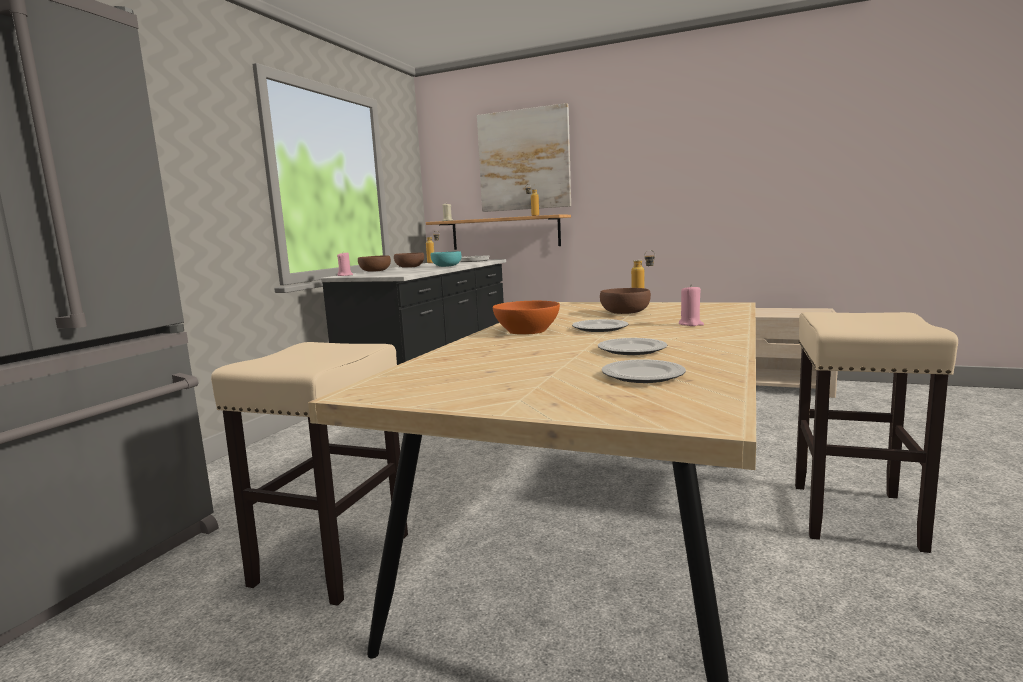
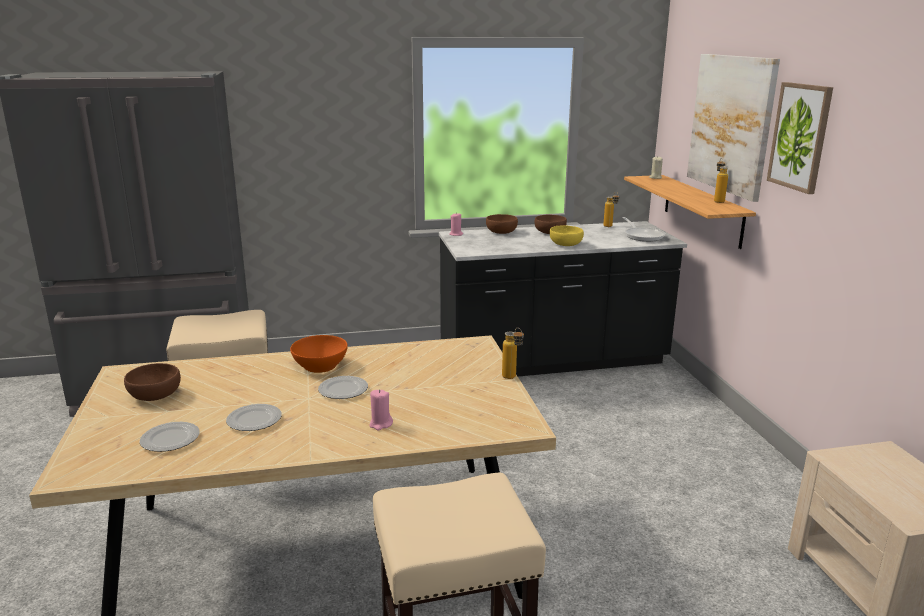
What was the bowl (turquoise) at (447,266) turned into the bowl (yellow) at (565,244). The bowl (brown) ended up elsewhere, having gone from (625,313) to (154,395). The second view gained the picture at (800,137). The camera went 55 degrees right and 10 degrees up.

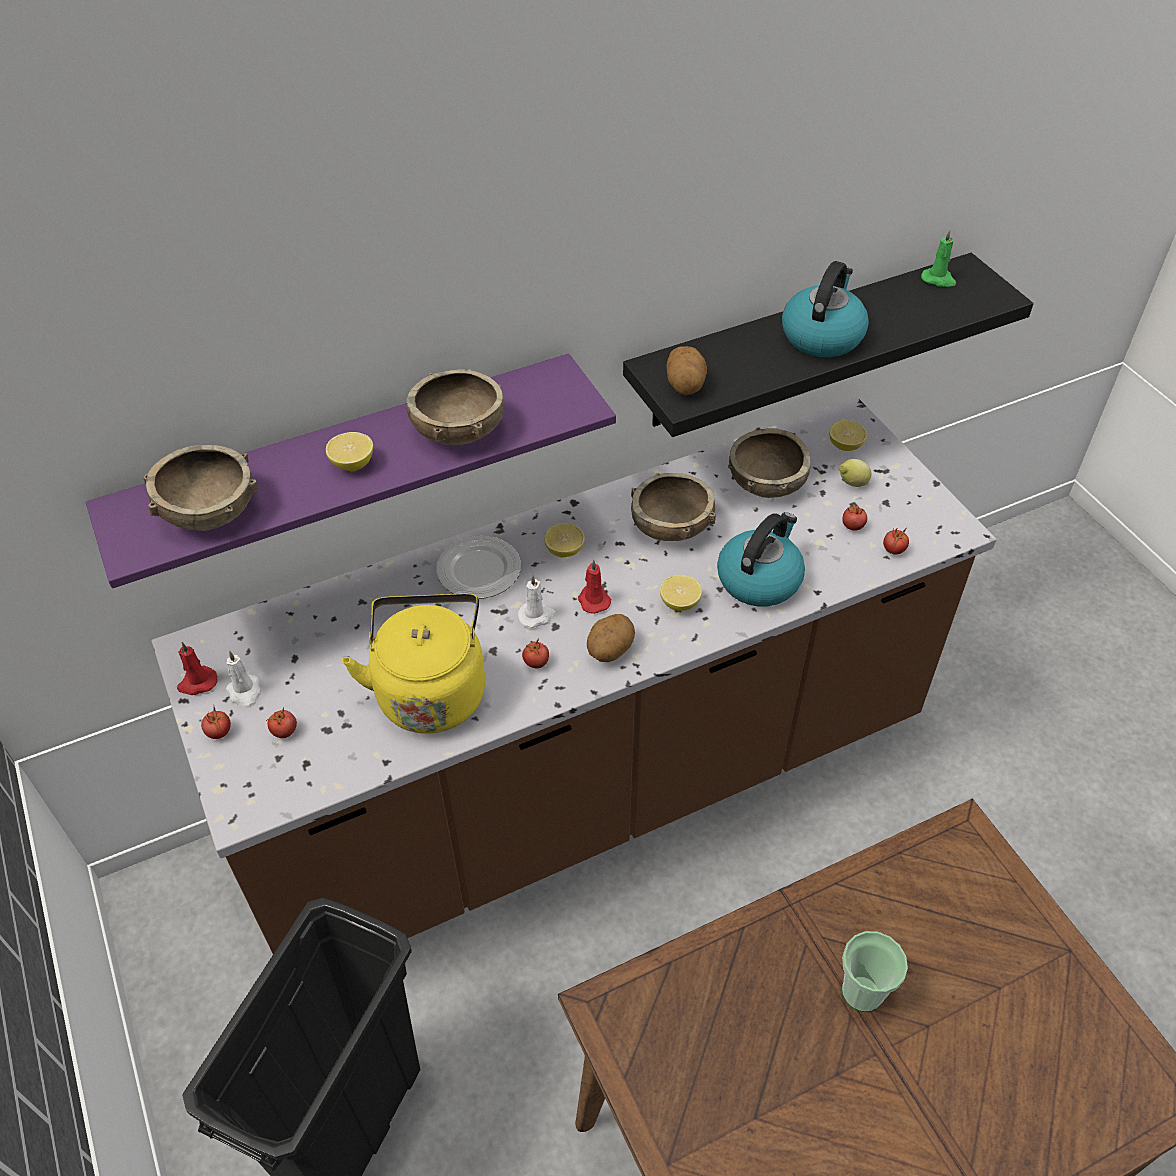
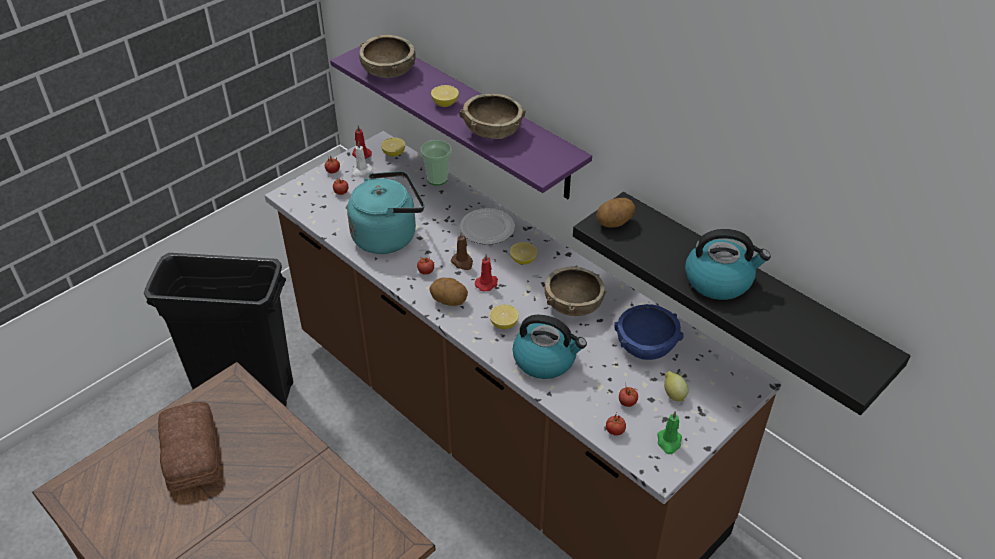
What was the kettle (yellow) at (431,690) turned into the kettle (turquoise) at (388,236). What was the candle (white) at (537,616) turned into the candle (brown) at (462,262). What was the bowl (brown) at (766,481) turned into the bowl (blue) at (646,345). The lemon ended up elsewhere, having gone from (845,445) to (394,154). The cup ended up elsewhere, having gone from (862,992) to (437,179). The candle (green) ended up elsewhere, having gone from (939,279) to (669,442). The second view gained the bread at (189,454). The camera went 70 degrees right and 5 degrees down.

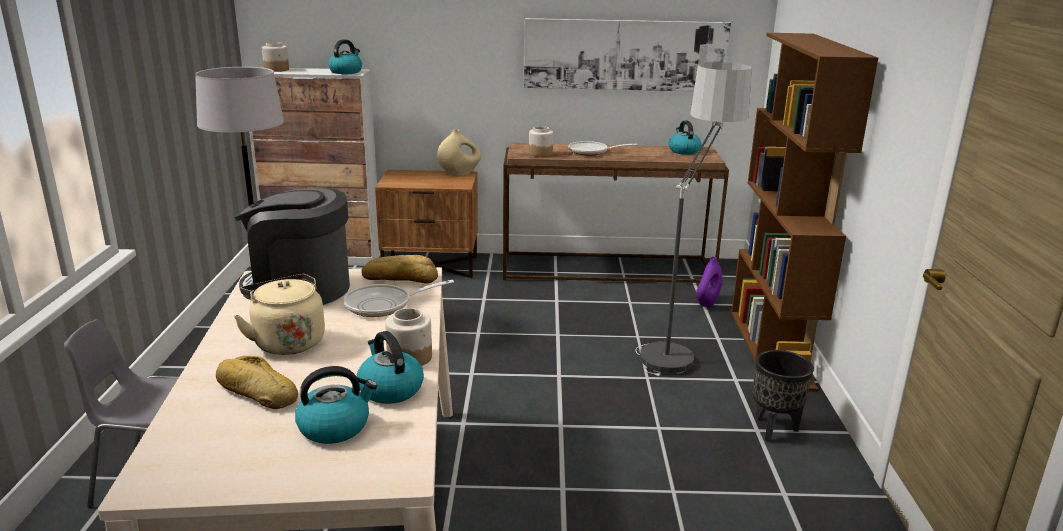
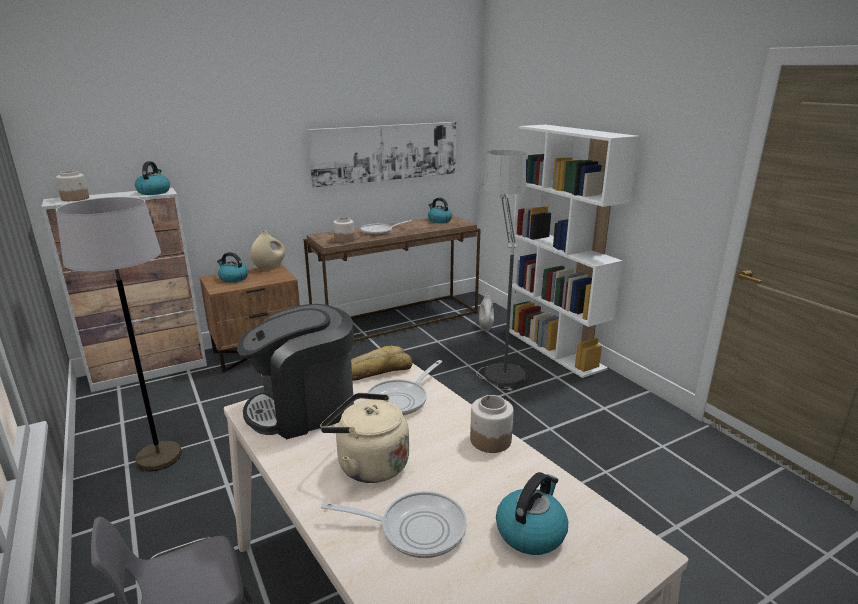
Where the bread stood at (256,392), the frying pan came to stand at (415,528). The kettle ended up elsewhere, having gone from (390,389) to (233,278). What was the vase (purple) at (707,303) turned into the vase (white) at (485,327). What was the bookcase (brown) at (771,349) turned into the bookcase (white) at (554,349). The second view lost the planter (black) at (774,429). The camera went 30 degrees left and 0 degrees up.

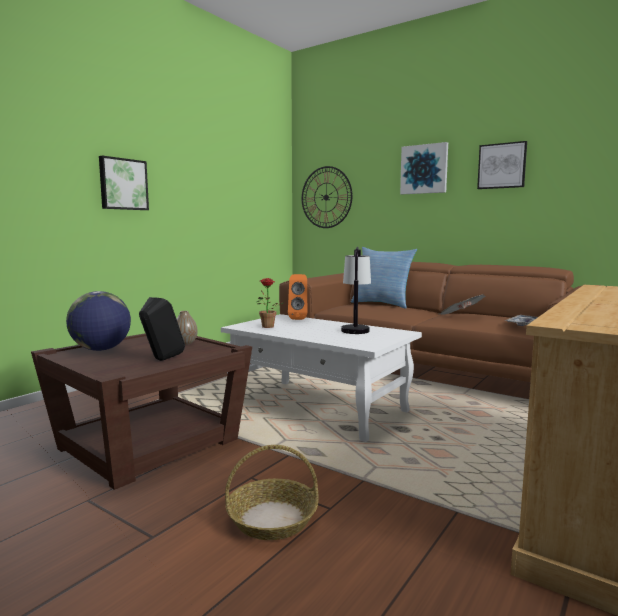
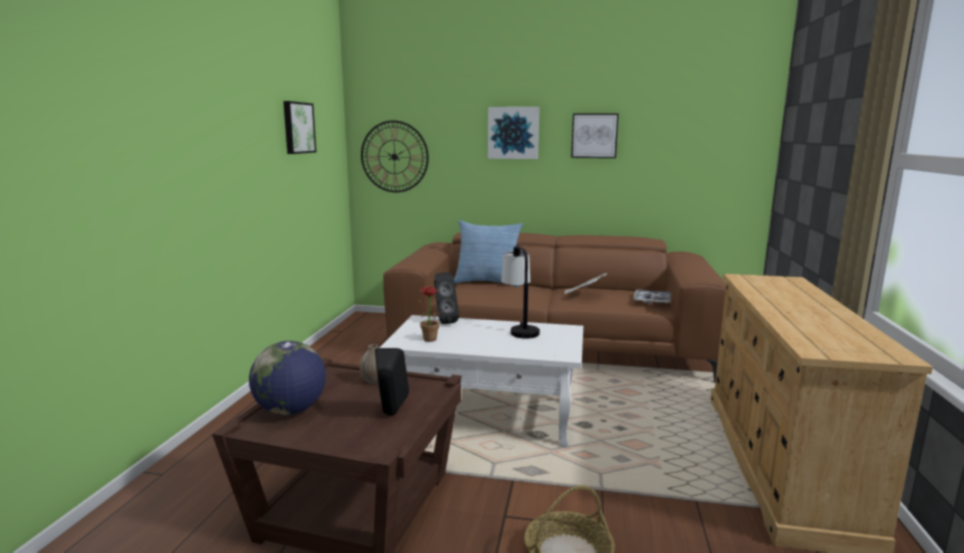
The picture ended up elsewhere, having gone from (123,184) to (297,128). What was the speaker (orange) at (298,319) turned into the speaker (black) at (444,321). The camera went 25 degrees left and 5 degrees up.

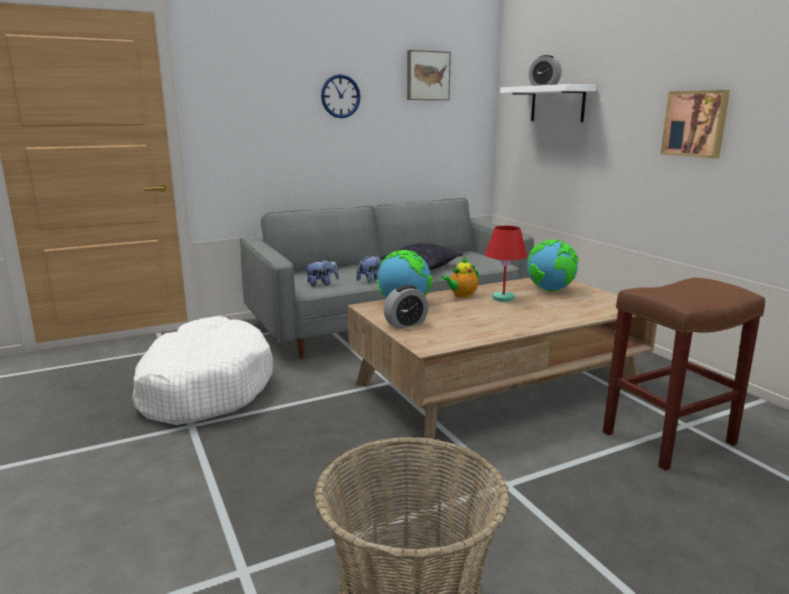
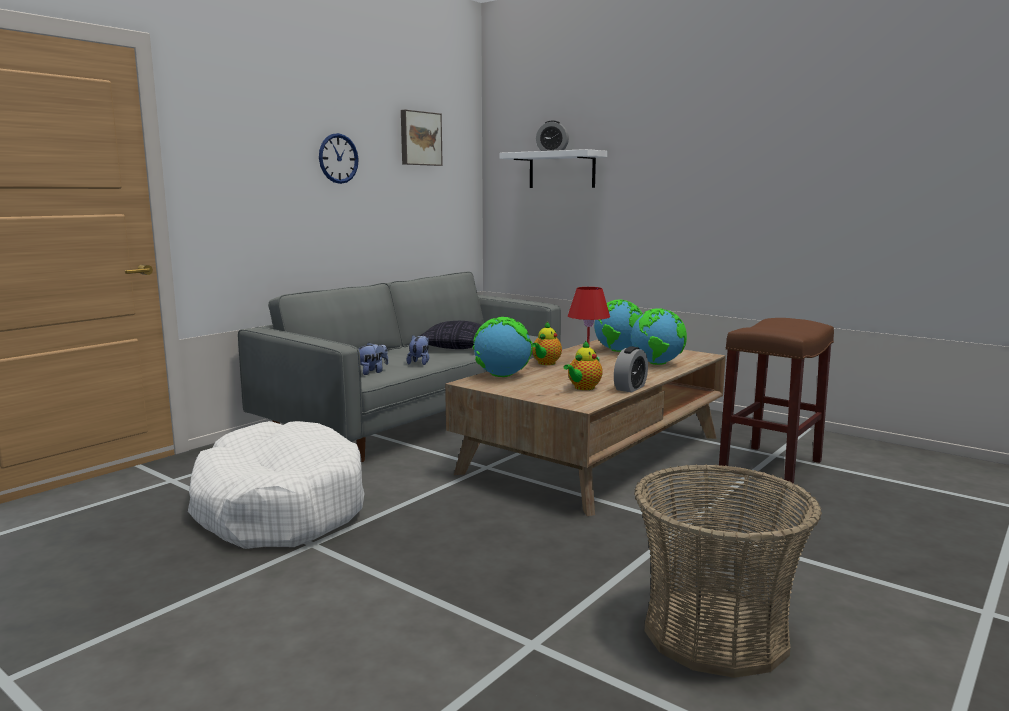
The alarm clock ended up elsewhere, having gone from (406,324) to (630,388). The second view lost the picture at (695,123). The second view gained the teapot at (583,388). The second view gained the globe at (657,364). The camera went 25 degrees left and 5 degrees down.

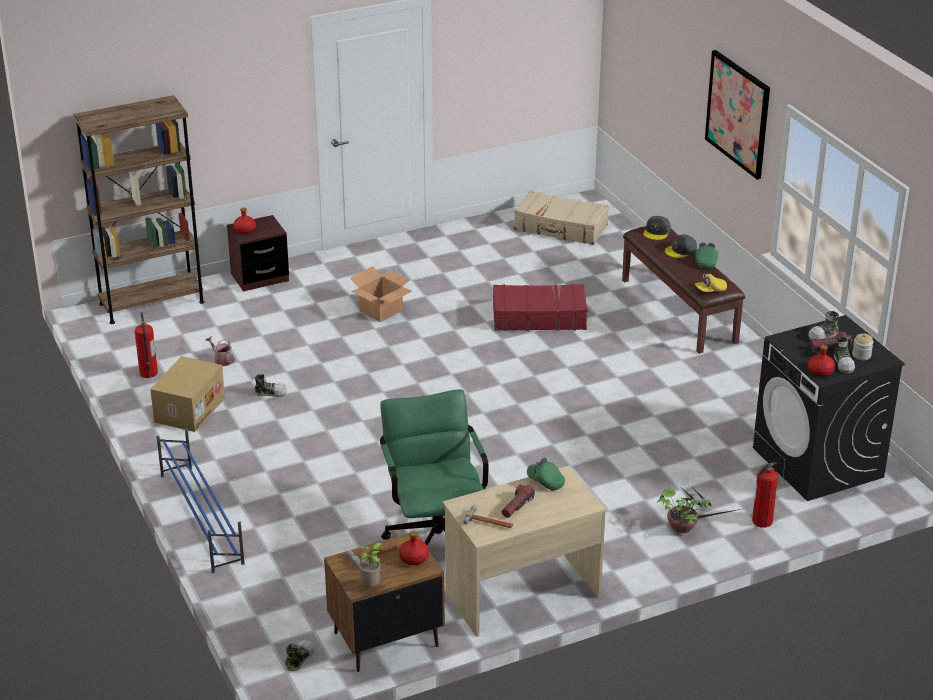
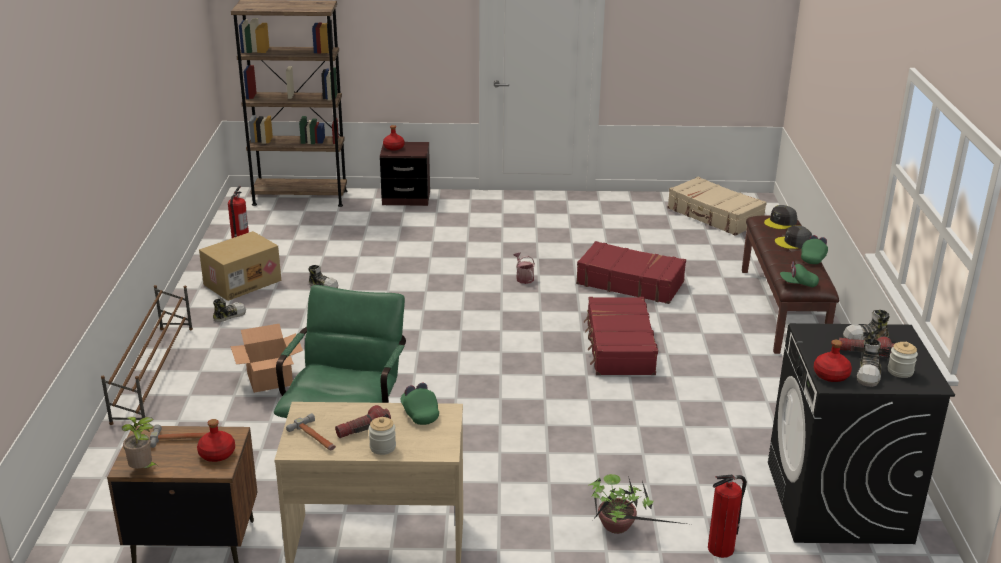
What was the shoe rack (blue) at (201,518) turned into the shoe rack (brown) at (154,373). The watering can ended up elsewhere, having gone from (221,360) to (523,278). The shoe ended up elsewhere, having gone from (298,658) to (229,315). The cardboard box ended up elsewhere, having gone from (381,310) to (270,379). What was the cap (yellow) at (710,290) turned into the cap (green) at (798,284). The second view lost the picture at (738,113). The second view gained the jar at (382,447). The second view gained the suitcase (red) at (619,347). The camera went 25 degrees right and 5 degrees down.

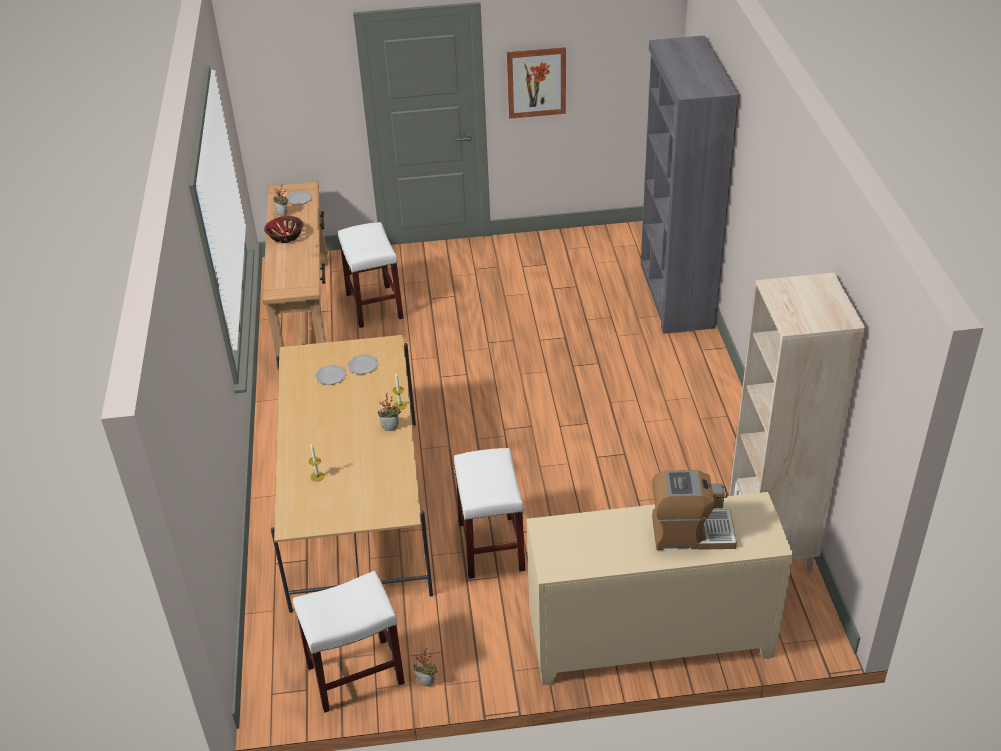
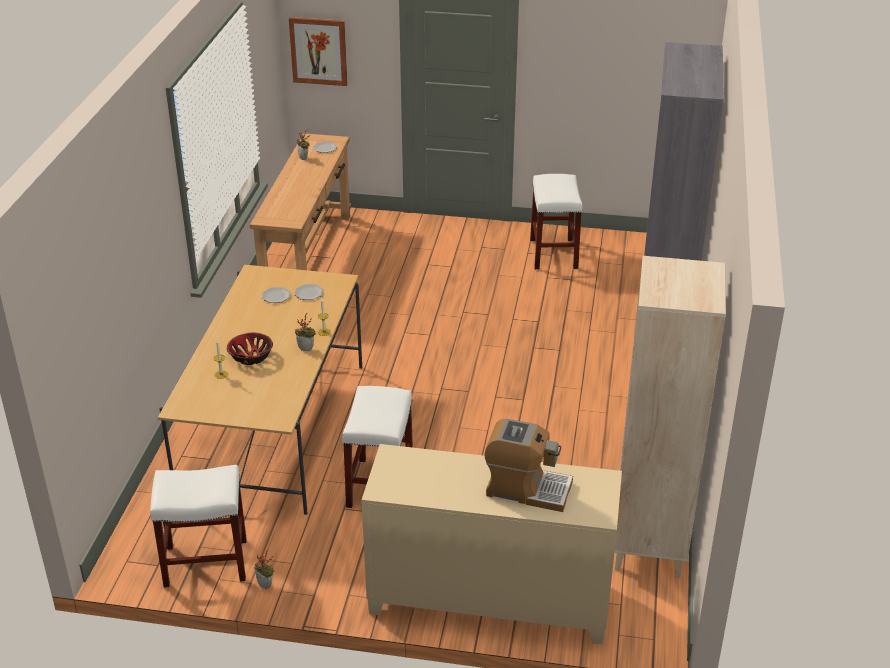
The bowl ended up elsewhere, having gone from (285,236) to (250,357). The stool (white) ended up elsewhere, having gone from (375,307) to (554,254). The picture ended up elsewhere, having gone from (536,82) to (318,51). The camera went 15 degrees right and 5 degrees down.

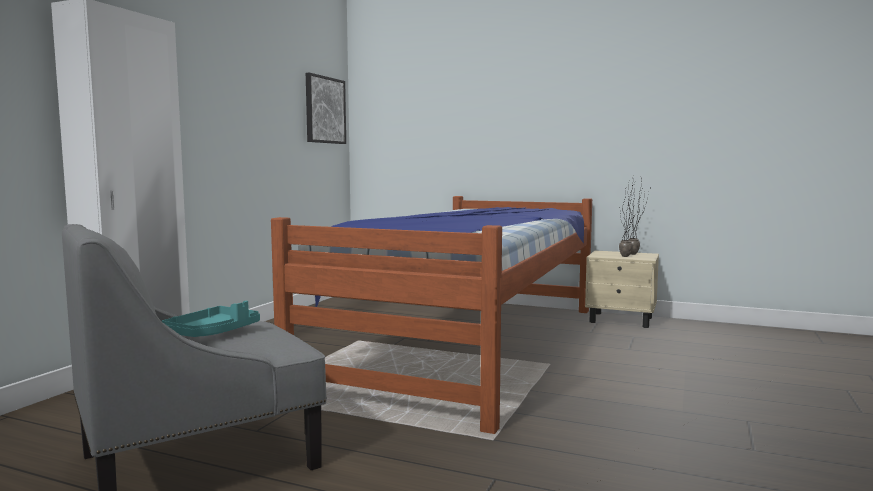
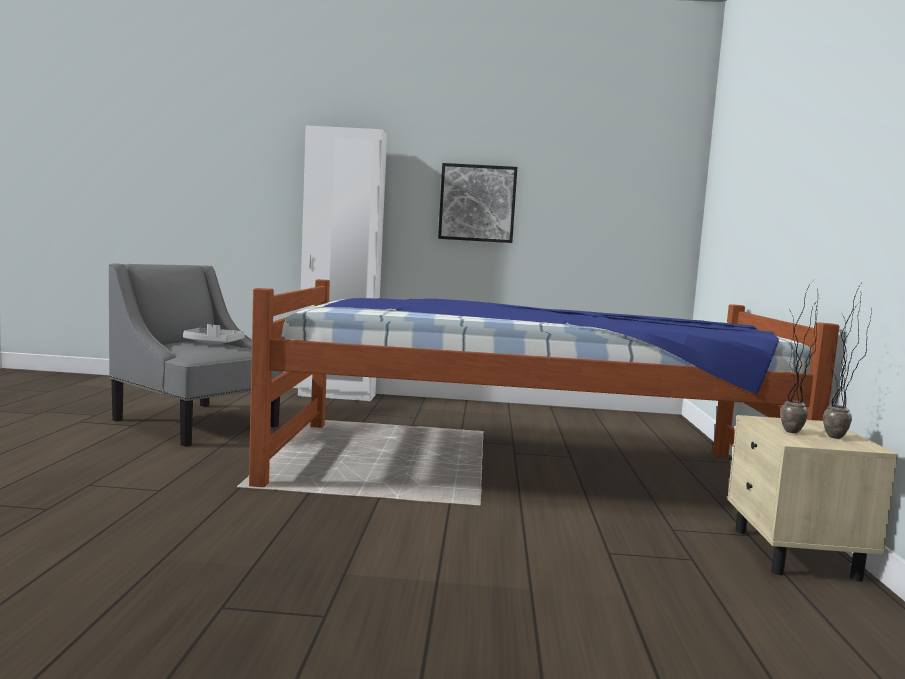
What was the tray (turquoise) at (213,333) turned into the tray (grey) at (212,343). The picture ended up elsewhere, having gone from (324,110) to (477,203). The camera went 70 degrees right and 0 degrees up.

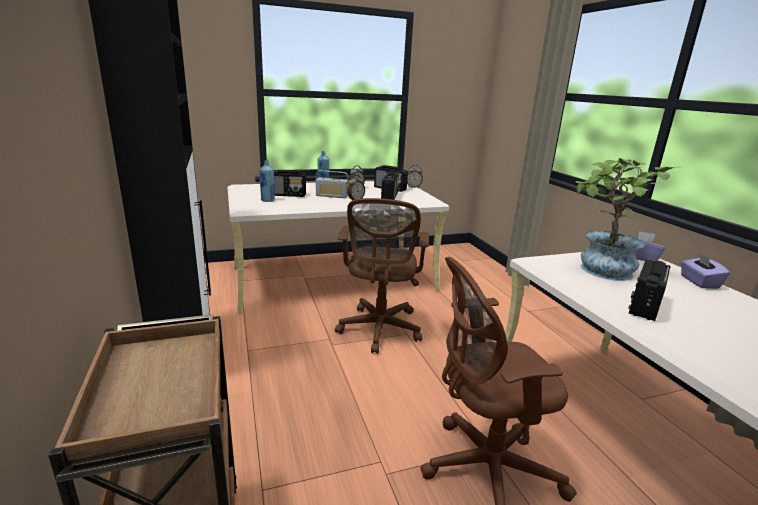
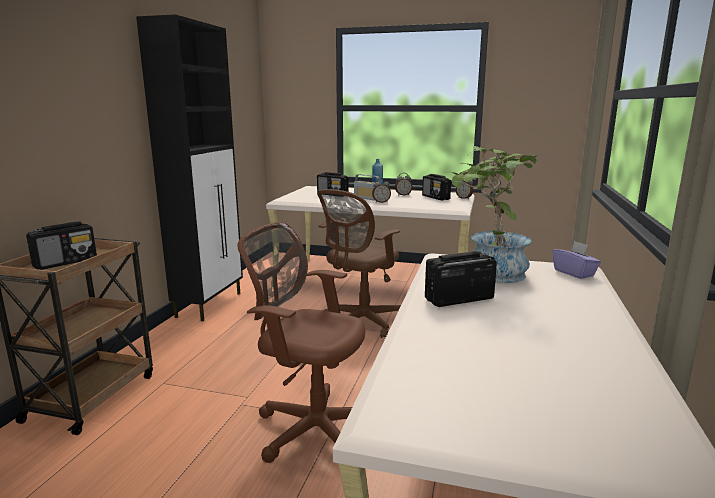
The second view lost the bottle (blue) at (268,200). The radio ended up elsewhere, having gone from (389,197) to (66,262). The second view lost the tissue box (purple) at (698,282). The camera went 35 degrees right and 5 degrees down.

